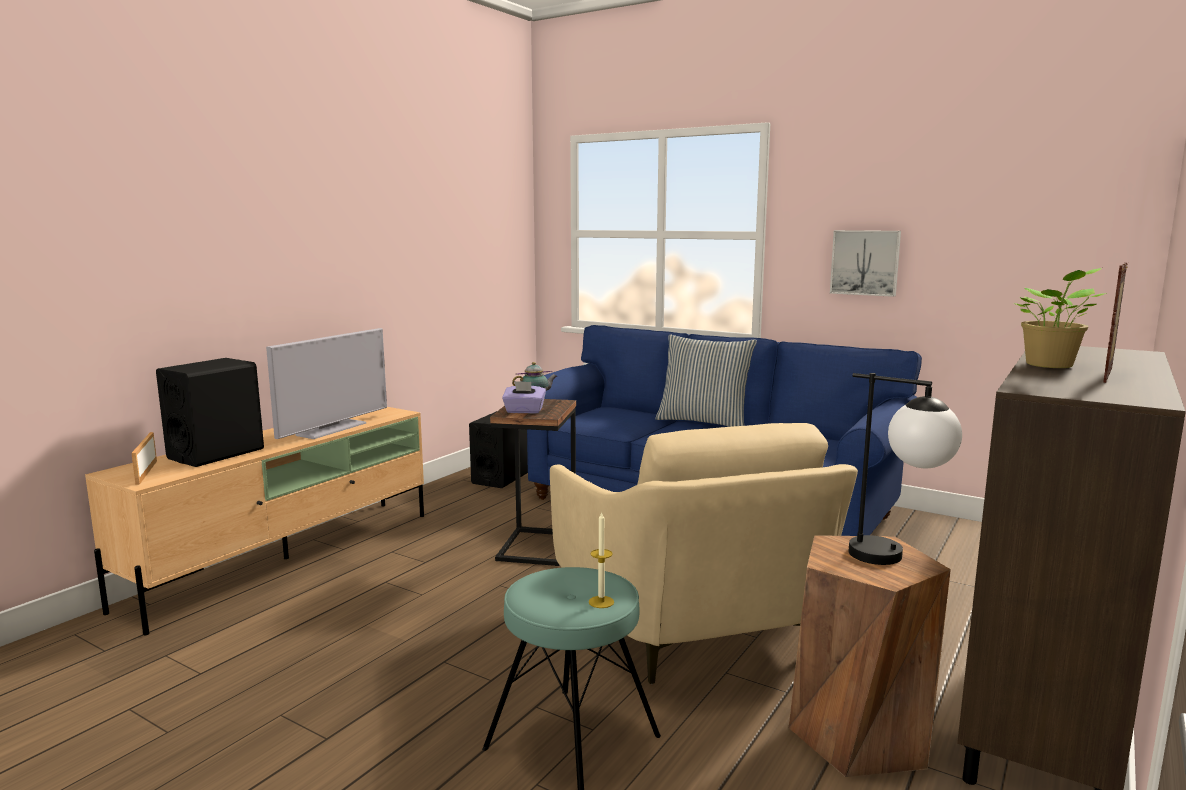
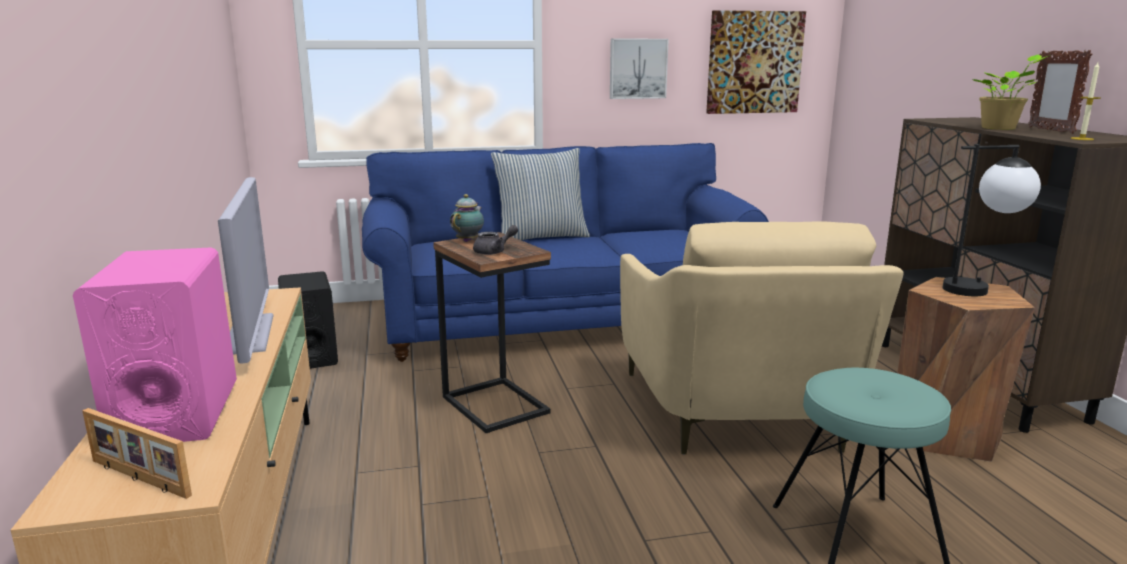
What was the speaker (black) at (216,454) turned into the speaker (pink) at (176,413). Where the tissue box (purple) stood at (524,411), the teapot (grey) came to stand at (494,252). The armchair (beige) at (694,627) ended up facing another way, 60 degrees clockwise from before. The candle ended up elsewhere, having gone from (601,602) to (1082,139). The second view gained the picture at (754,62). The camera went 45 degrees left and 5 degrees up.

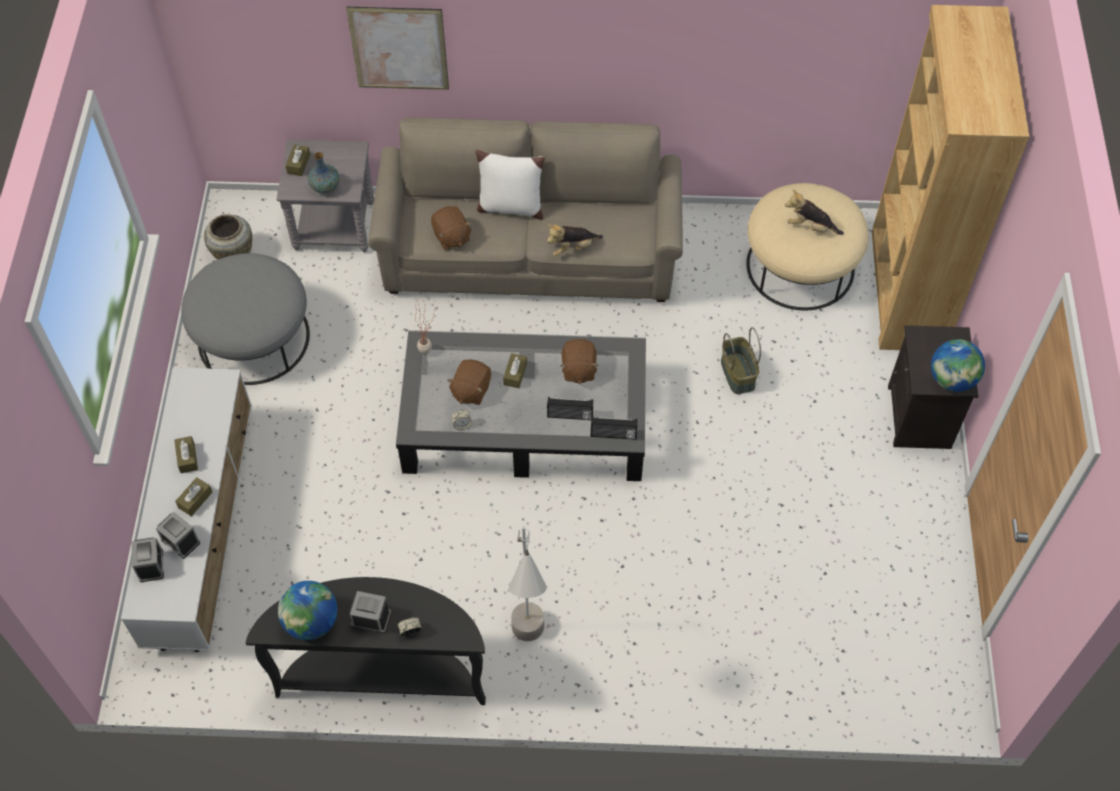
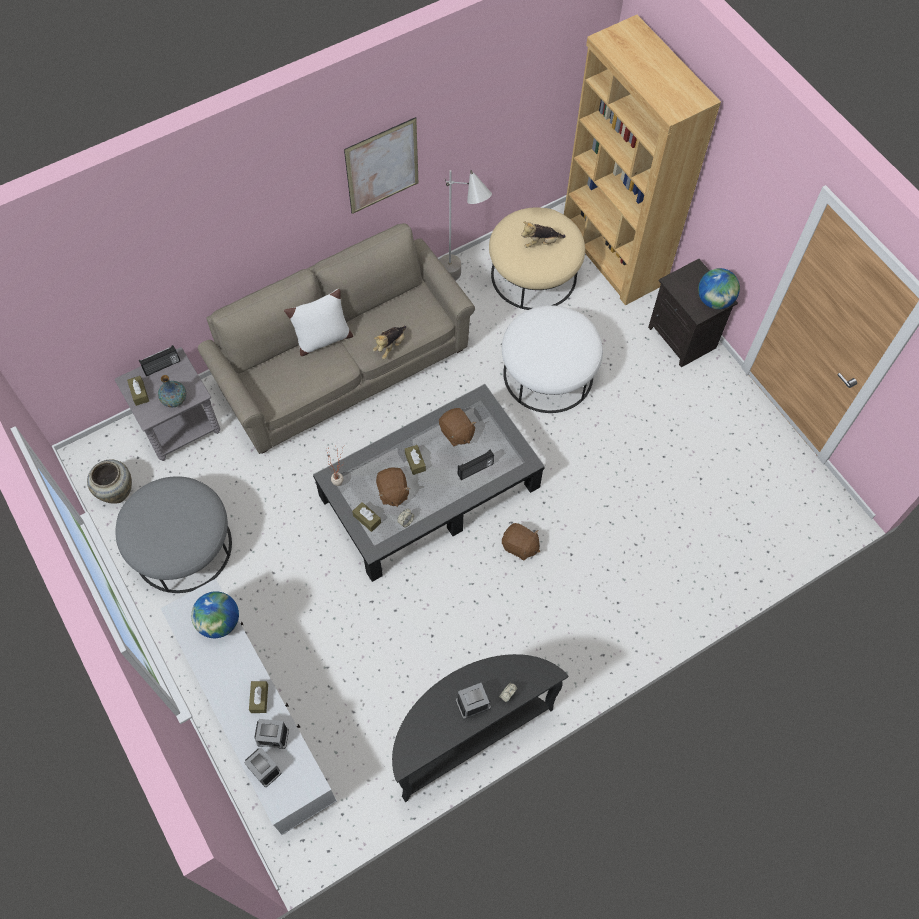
The tissue box (brown) ended up elsewhere, having gone from (187,458) to (367,519). The globe ended up elsewhere, having gone from (311,622) to (219,622). The picture ended up elsewhere, having gone from (399,48) to (382,166). The plush toy (brown) ended up elsewhere, having gone from (451,237) to (520,546). The floor lamp (grey) ended up elsewhere, having gone from (529,652) to (461,284). The radio ended up elsewhere, having gone from (613,435) to (162,366). Where the basket stood at (738,374), the ottoman (white) came to stand at (548,373). The camera went 35 degrees left and 5 degrees up.

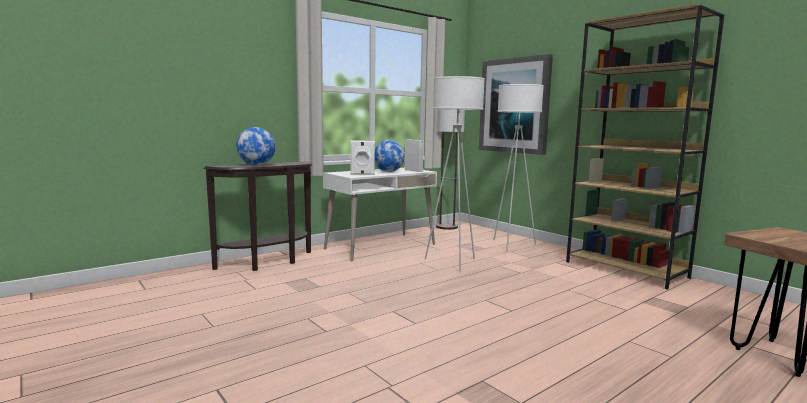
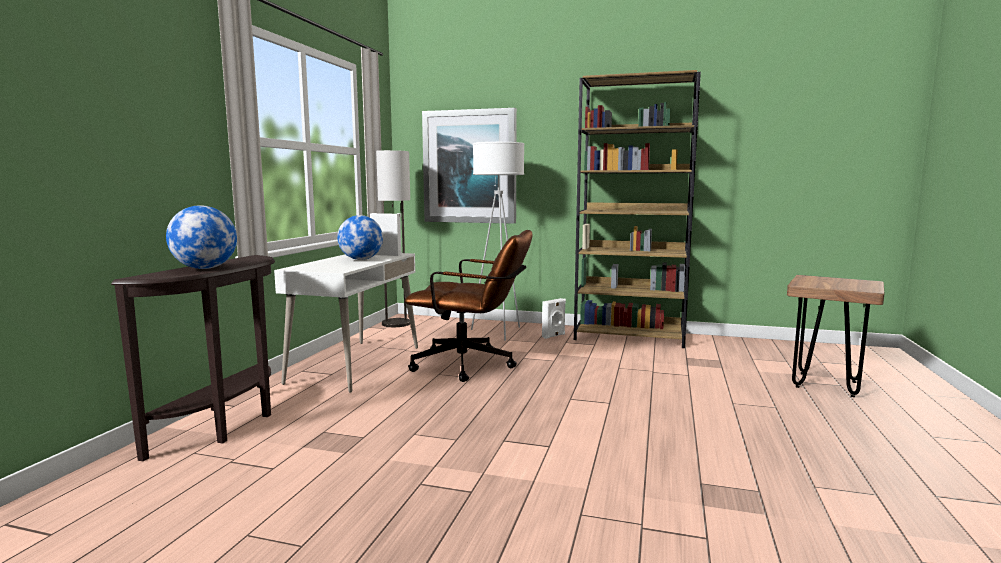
The speaker (white) ended up elsewhere, having gone from (362,174) to (554,336). Where the floor lamp (white) stood at (452,263), the office chair (brown) came to stand at (472,366). The camera went 35 degrees left and 0 degrees up.

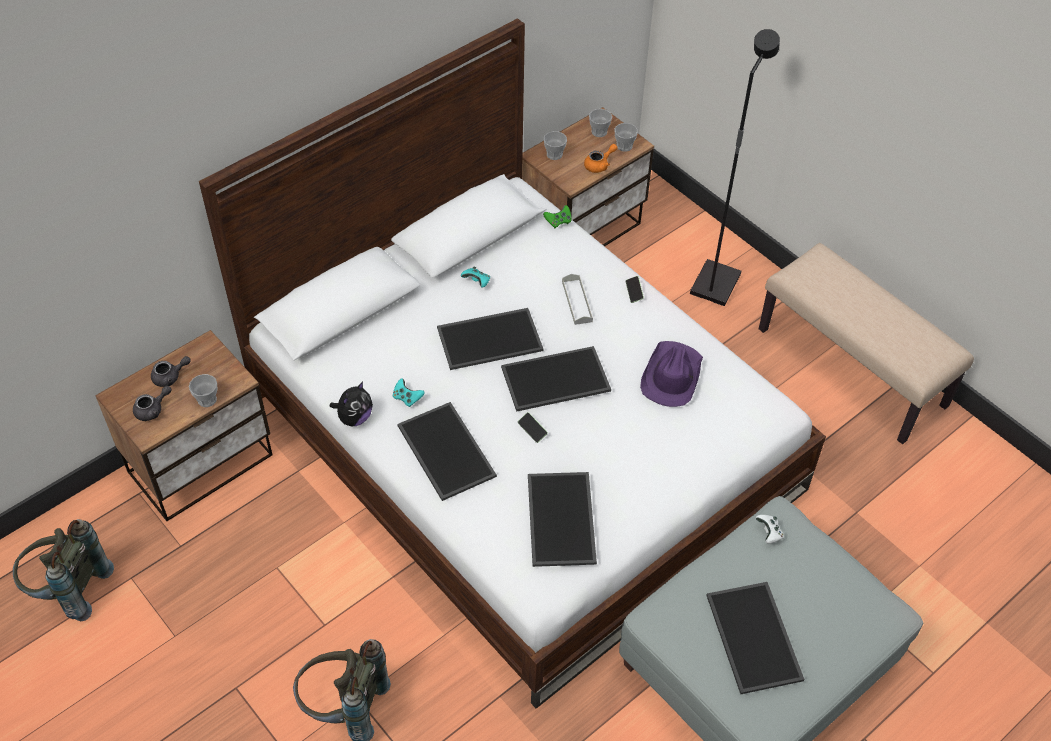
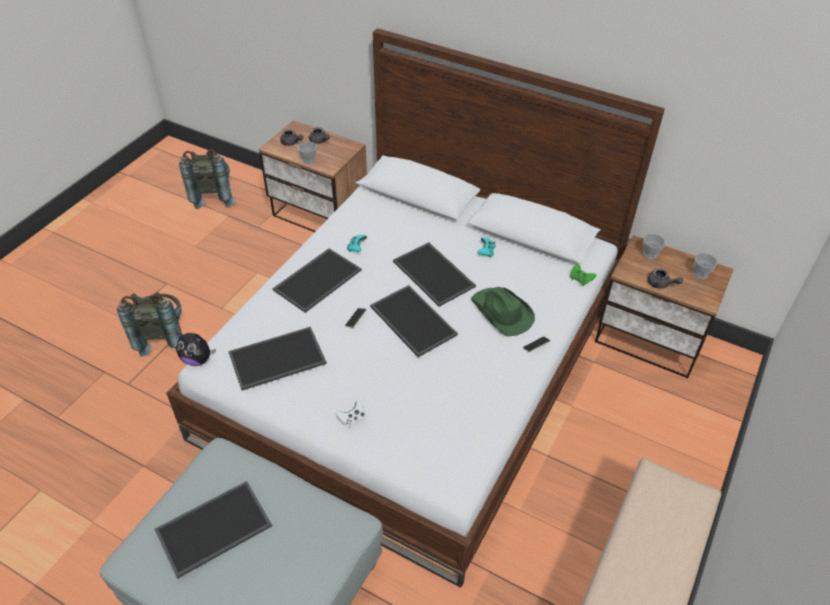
The plush toy ended up elsewhere, having gone from (354,418) to (197,359). Where the tray (grey) stood at (577,301), the hat (green) came to stand at (502,313). What was the teapot (orange) at (599,165) turned into the teapot (grey) at (661,284). The second view lost the cup at (624,146). The second view lost the hat (purple) at (671,376). The second view lost the floor lamp (black) at (714,284). The game controller (white) ended up elsewhere, having gone from (769,533) to (352,419). The camera went 70 degrees right and 5 degrees down.

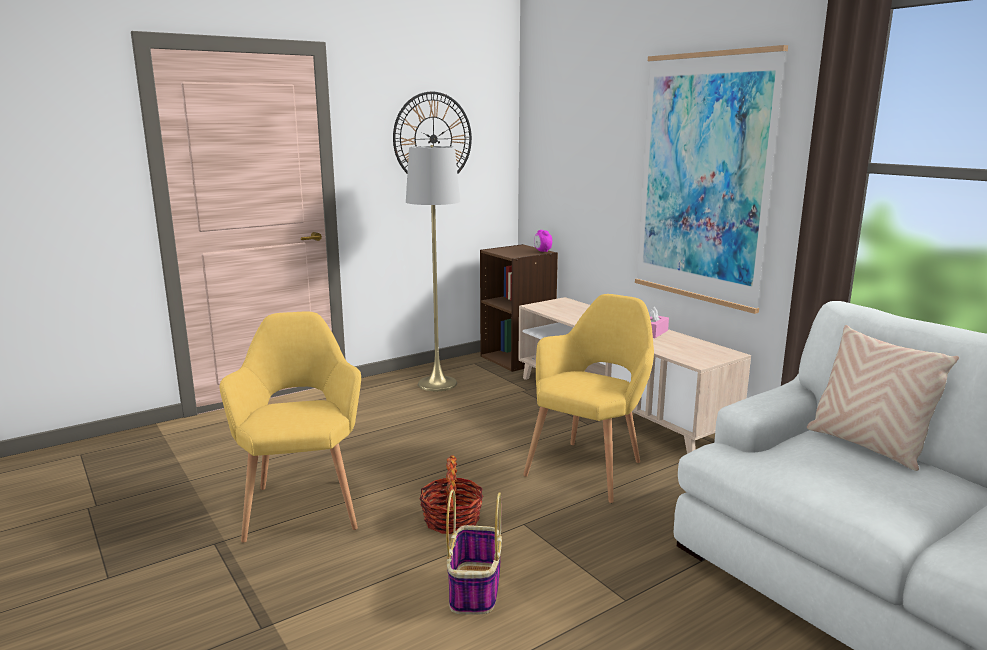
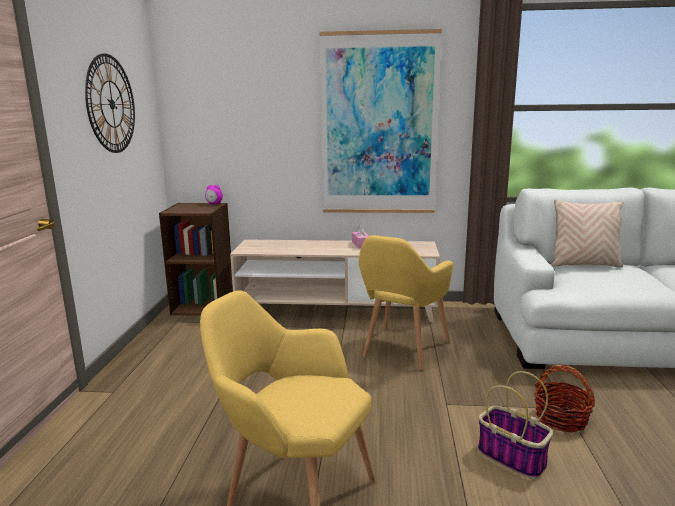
The second view lost the floor lamp (grey) at (437,384). The basket ended up elsewhere, having gone from (452,520) to (561,419). The armchair (yellow) at (590,467) ended up facing another way, 135 degrees counterclockwise from before. The camera went 50 degrees left and 0 degrees up.

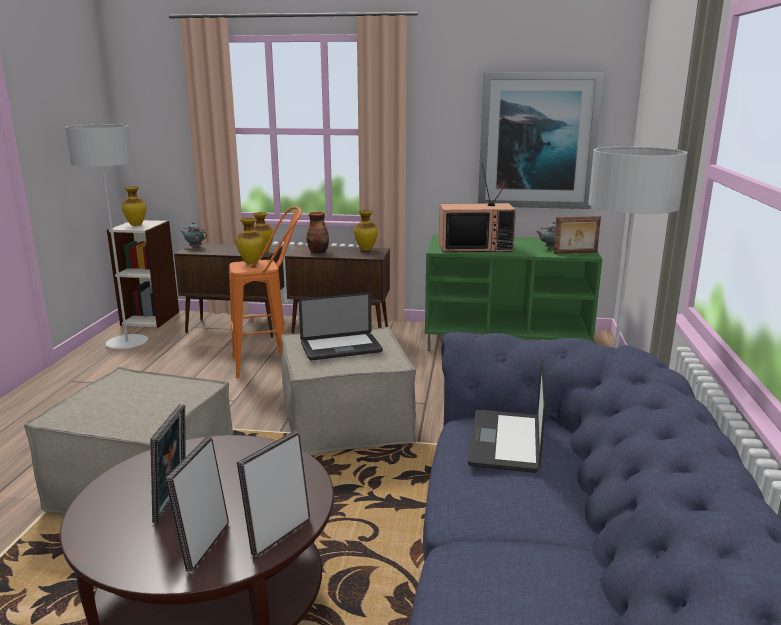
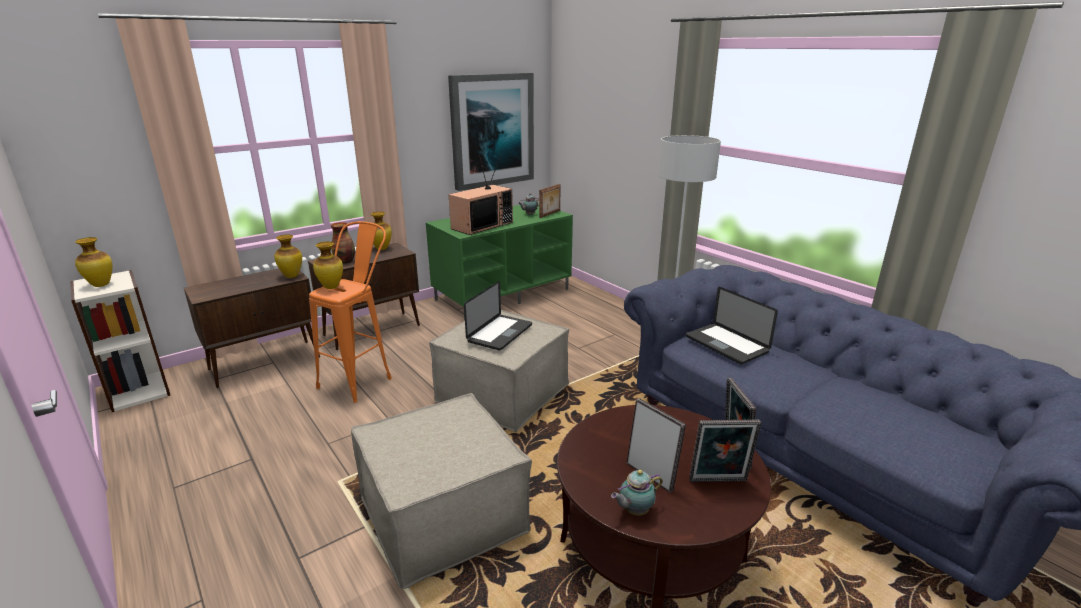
The second view lost the floor lamp (grey) at (127,343). The picture frame at (204,545) ended up facing another way, 60 degrees counterclockwise from before. The teapot ended up elsewhere, having gone from (195,247) to (634,511). The camera went 45 degrees left and 5 degrees up.

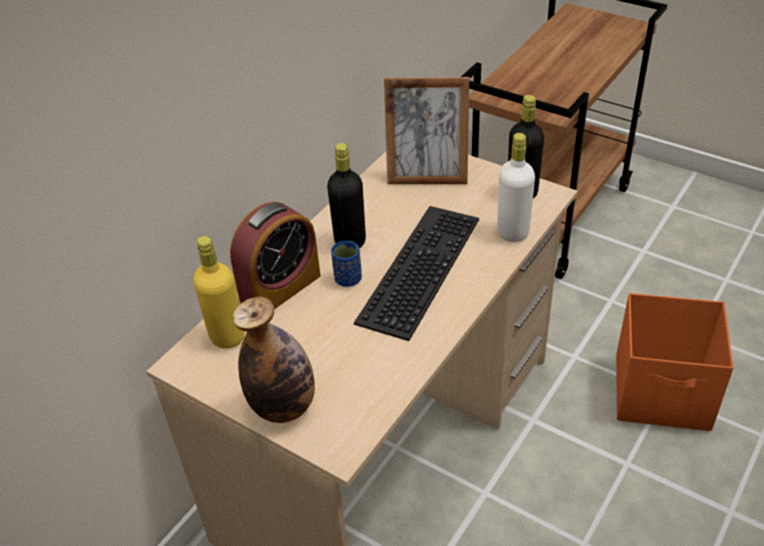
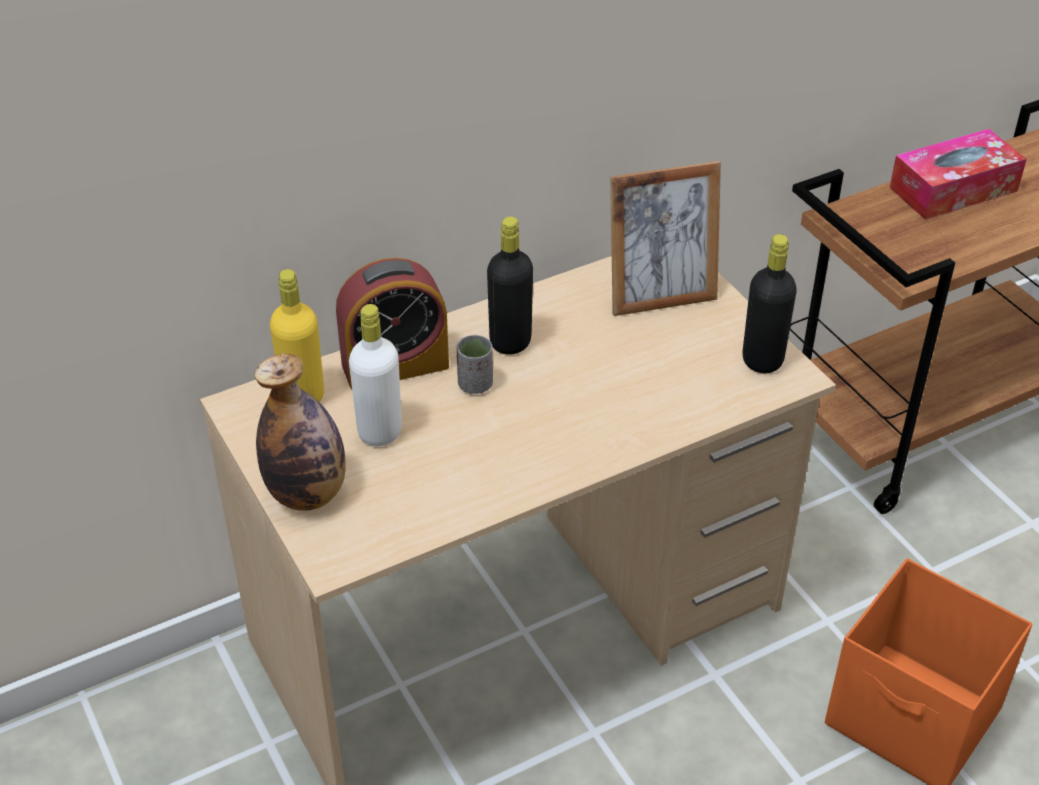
What was the cup (blue) at (348,279) turned into the cup (grey) at (475,384). The second view lost the keyboard at (417,267). The picture frame at (427,177) ended up facing another way, 45 degrees counterclockwise from before. The bottle (white) ended up elsewhere, having gone from (512,232) to (380,432). The second view gained the tissue box at (953,189). The camera went 25 degrees right and 0 degrees up.

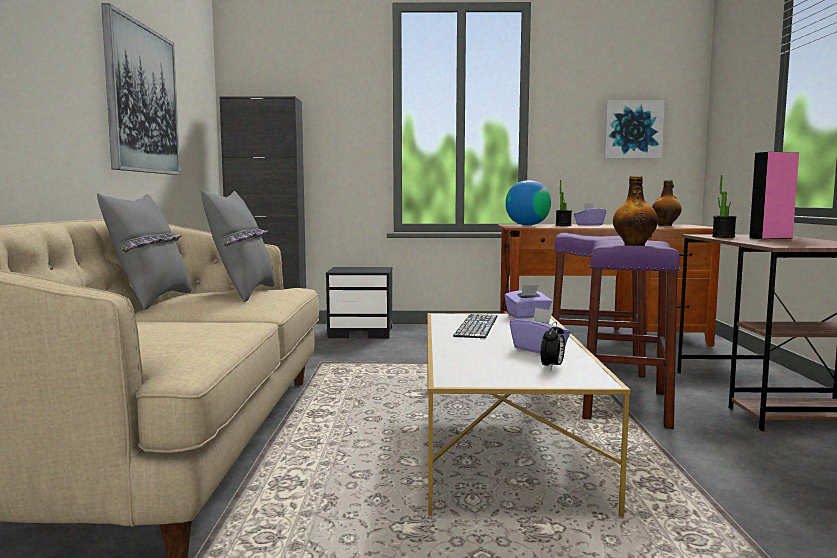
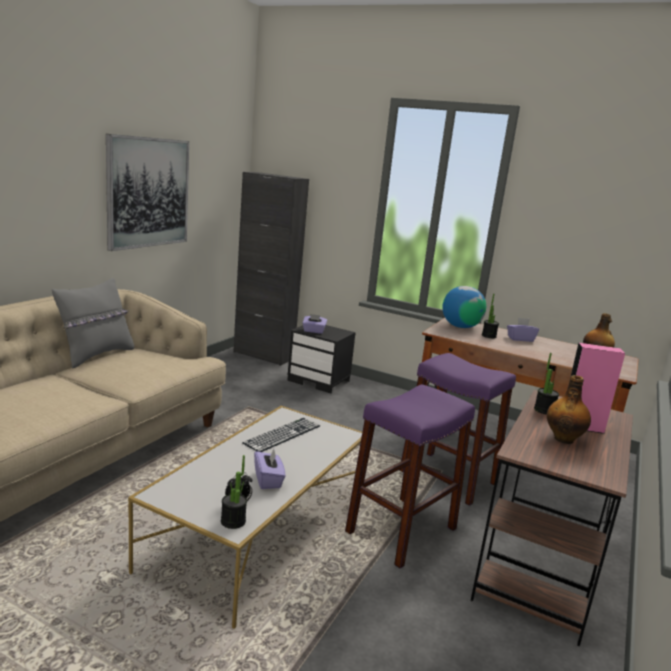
The second view lost the pillow (grey) at (243,293). The tissue box (purple) ended up elsewhere, having gone from (528,316) to (313,331). The second view lost the picture at (633,129). The bottle ended up elsewhere, having gone from (634,245) to (563,439). The second view gained the potted plant at (233,521). The camera went 25 degrees right and 10 degrees up.

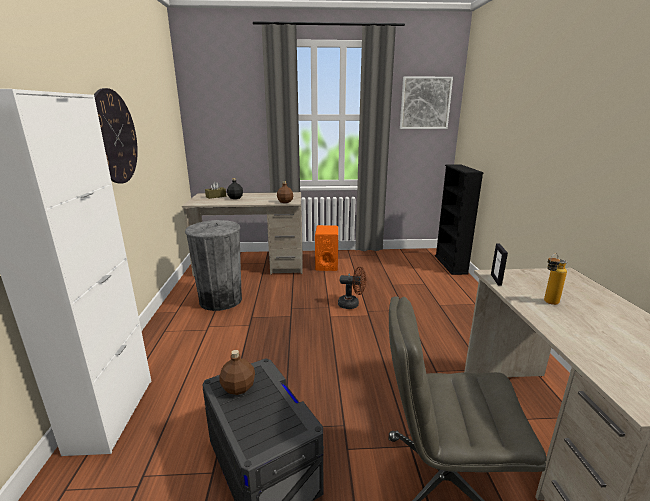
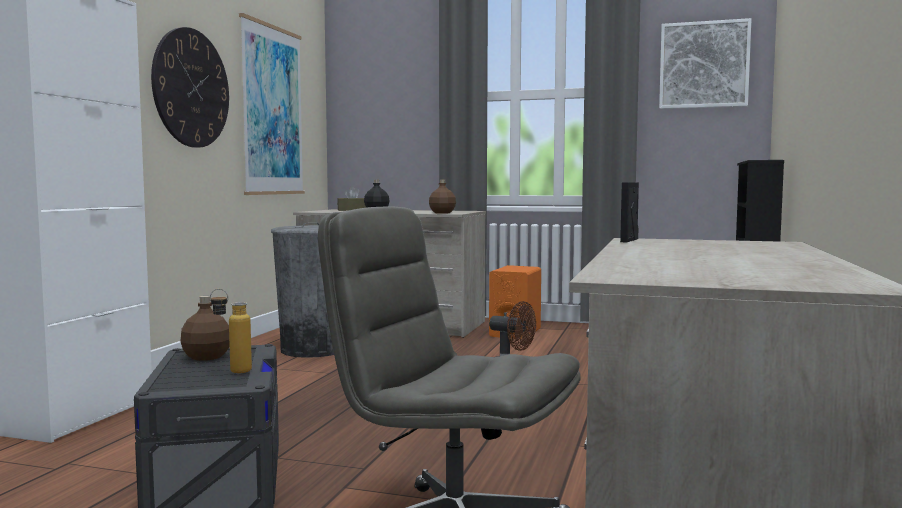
The bottle ended up elsewhere, having gone from (547,303) to (232,371). The second view gained the picture at (272,111). The camera went 20 degrees right and 15 degrees down.

